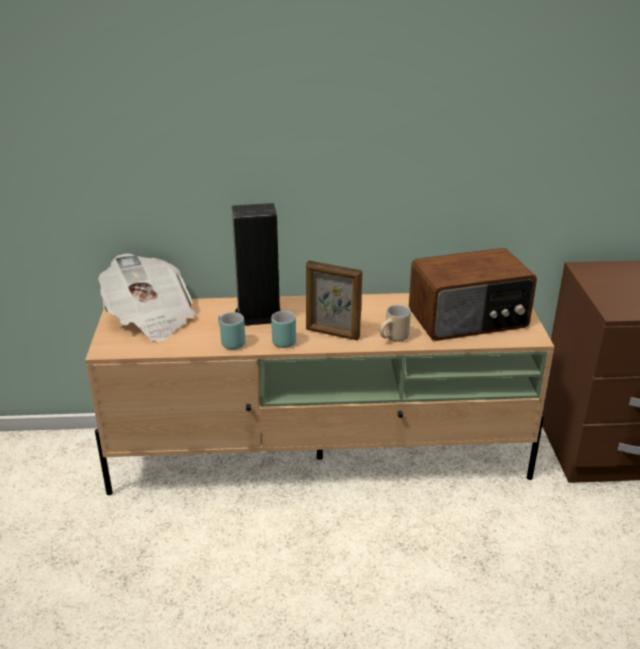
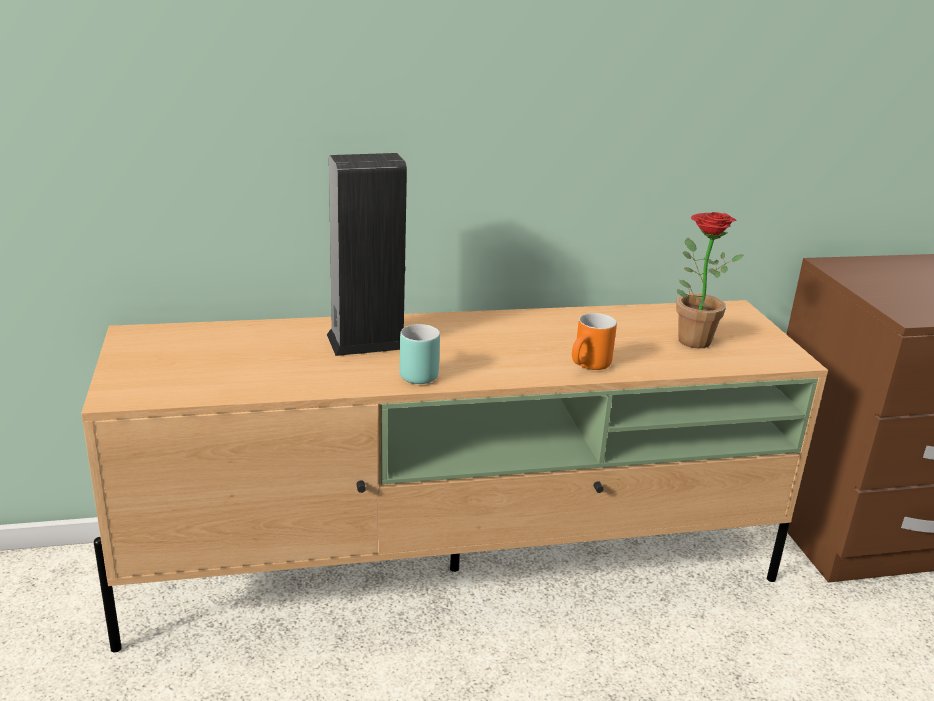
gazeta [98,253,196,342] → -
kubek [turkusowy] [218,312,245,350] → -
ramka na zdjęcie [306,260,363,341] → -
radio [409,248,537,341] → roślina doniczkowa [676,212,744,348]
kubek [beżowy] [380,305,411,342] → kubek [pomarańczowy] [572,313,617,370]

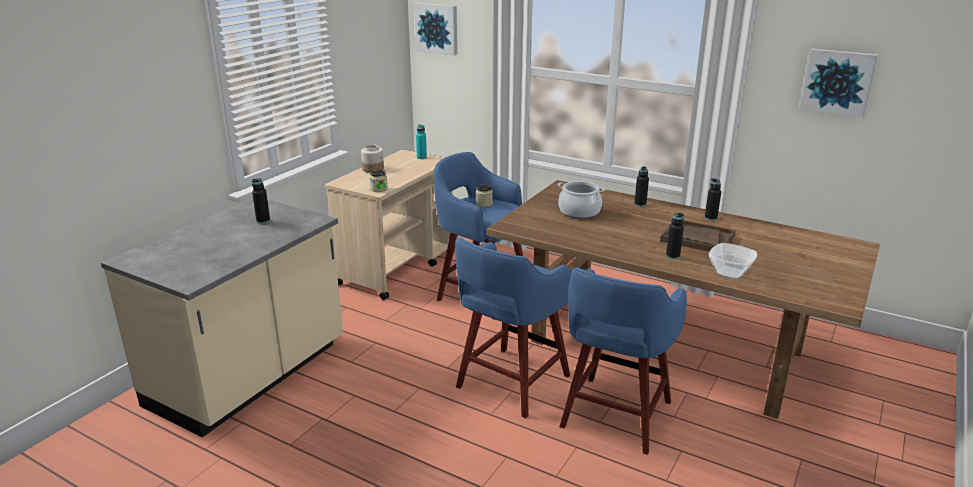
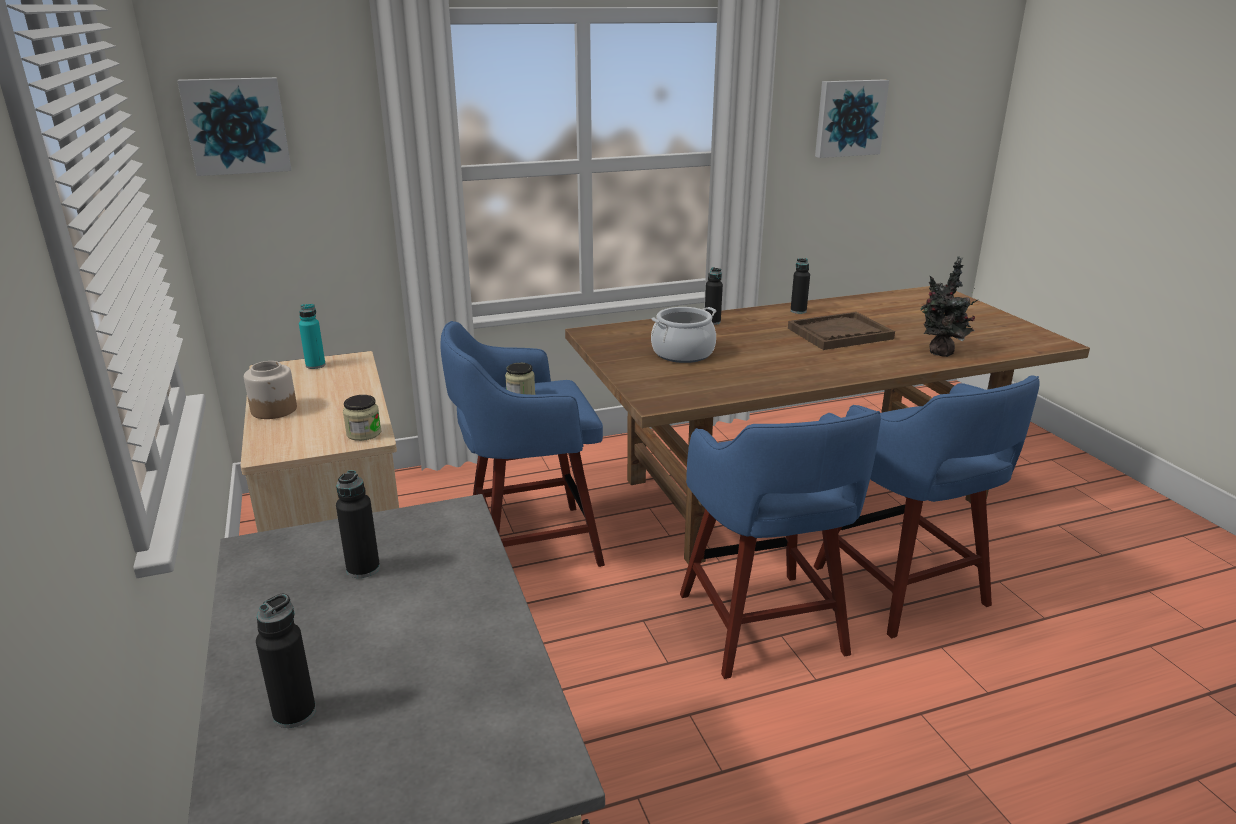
butelka [czarny] [666,213,684,259] → butelka [czarny] [256,594,316,728], move
miska [709,243,757,280] → roślina doniczkowa [920,256,977,357]

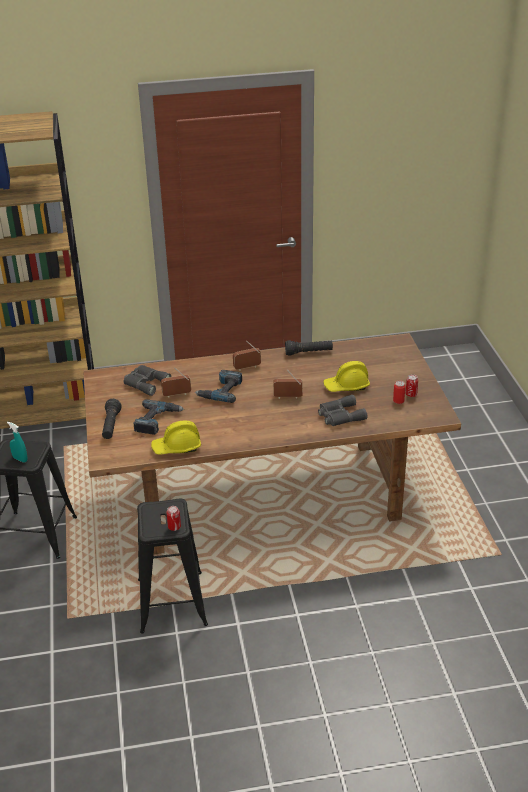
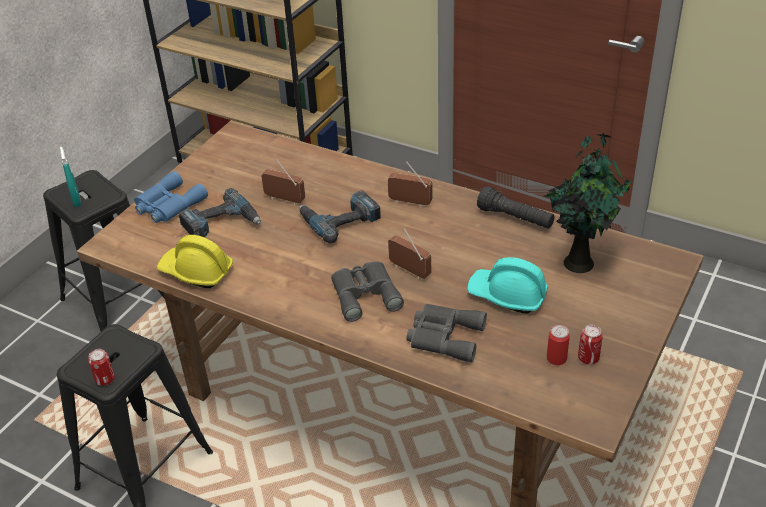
- → roślina doniczkowa [543,133,632,273]
lornetka [szary] [123,365,171,396] → lornetka [szary] [331,262,404,322], move
latarka [czarny] [102,399,122,439] → lornetka [niebieski] [134,171,208,223]
kask [żółty] [323,361,370,392] → kask [turkusowy] [467,257,548,314]

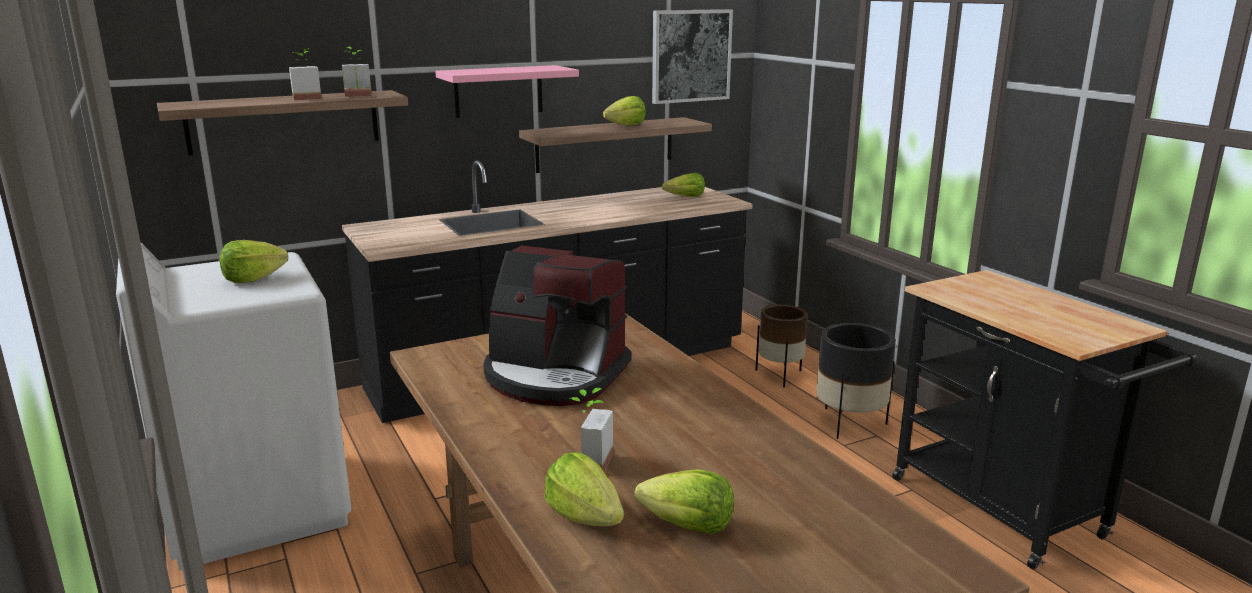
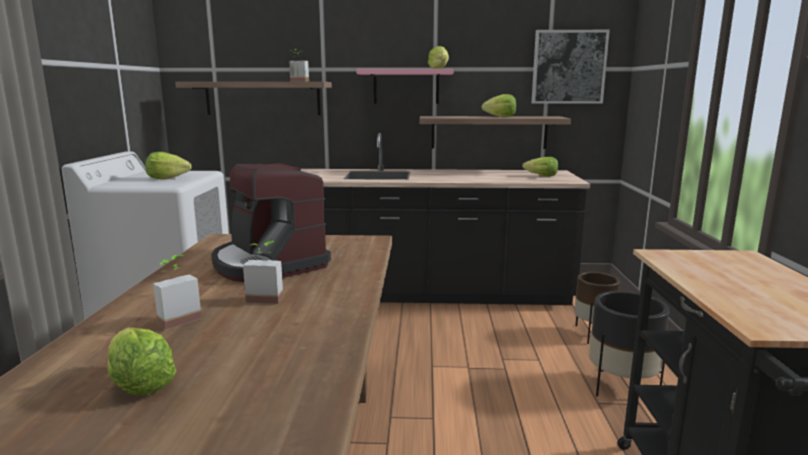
roślina doniczkowa [289,48,322,101] → roślina doniczkowa [243,241,283,304], move
sałata [544,452,624,526] → sałata [428,46,449,69], move

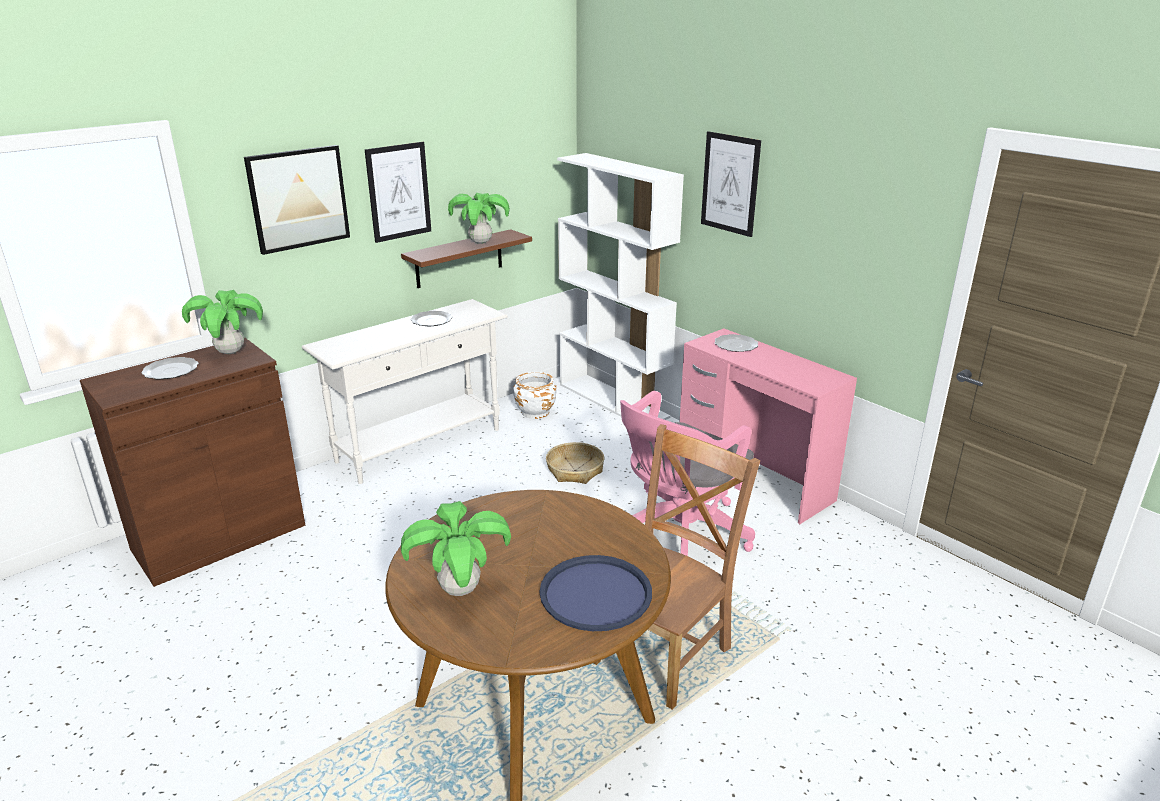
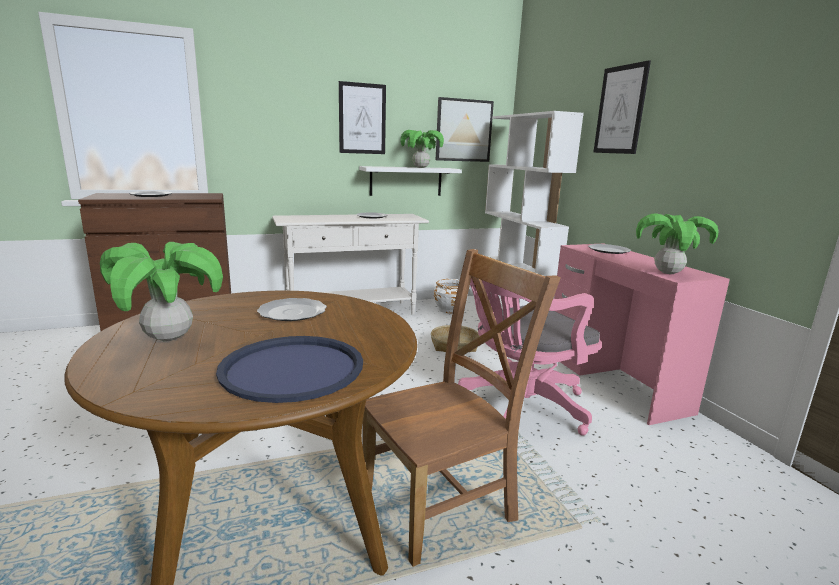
- → talerz [257,298,327,321]
roślina doniczkowa [182,290,263,354] → roślina doniczkowa [636,214,719,274], move
obraz [244,145,350,255] → obraz [436,97,494,162], move
półka [brązowy] [401,229,532,288] → półka [biały] [359,166,462,196]

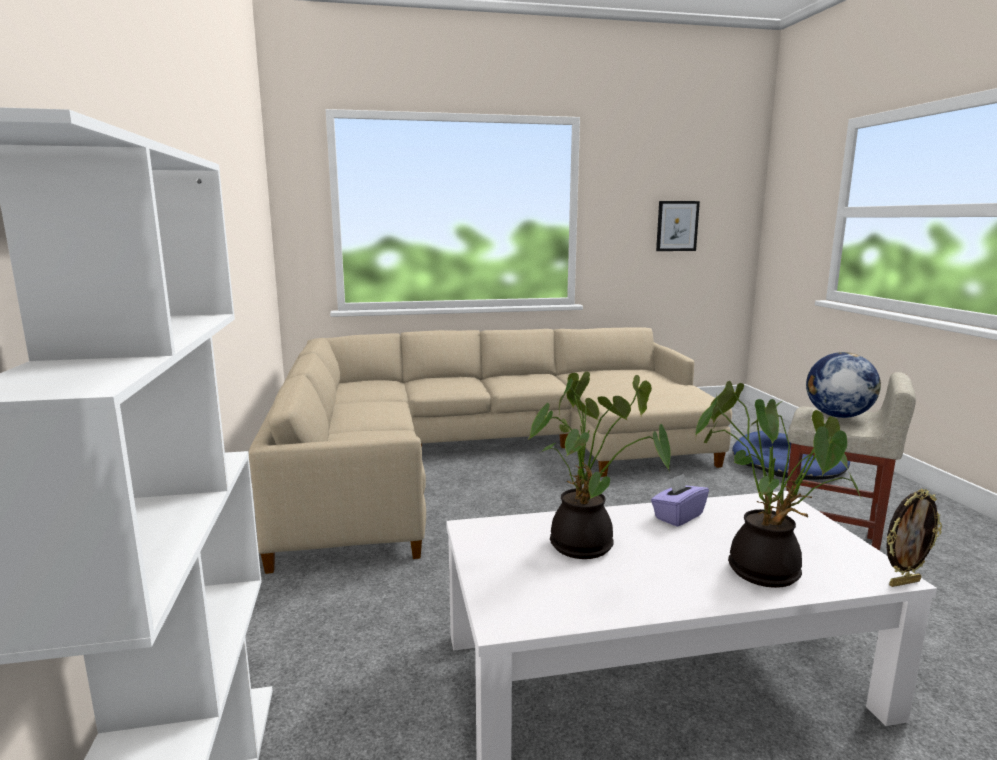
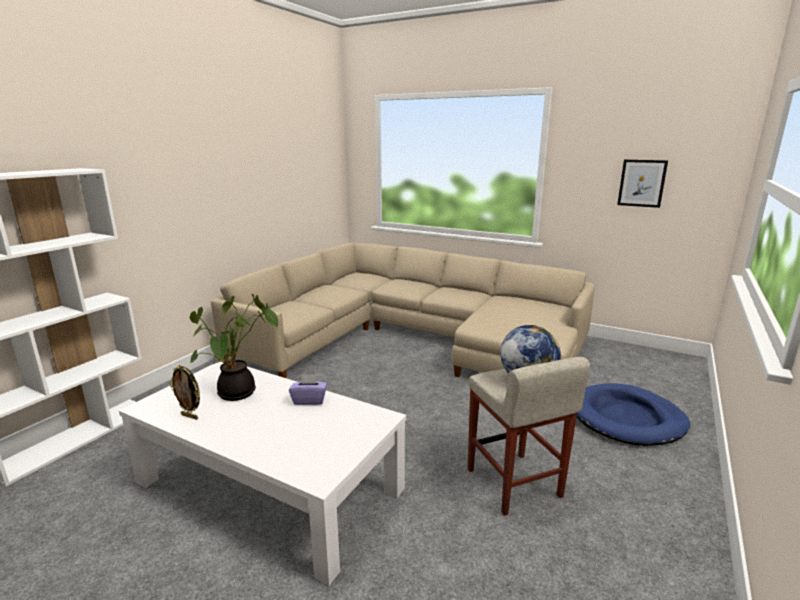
roślina doniczkowa [696,381,861,588] → -
ramka na zdjęcie [887,489,942,587] → ramka na zdjęcie [170,365,200,420], move

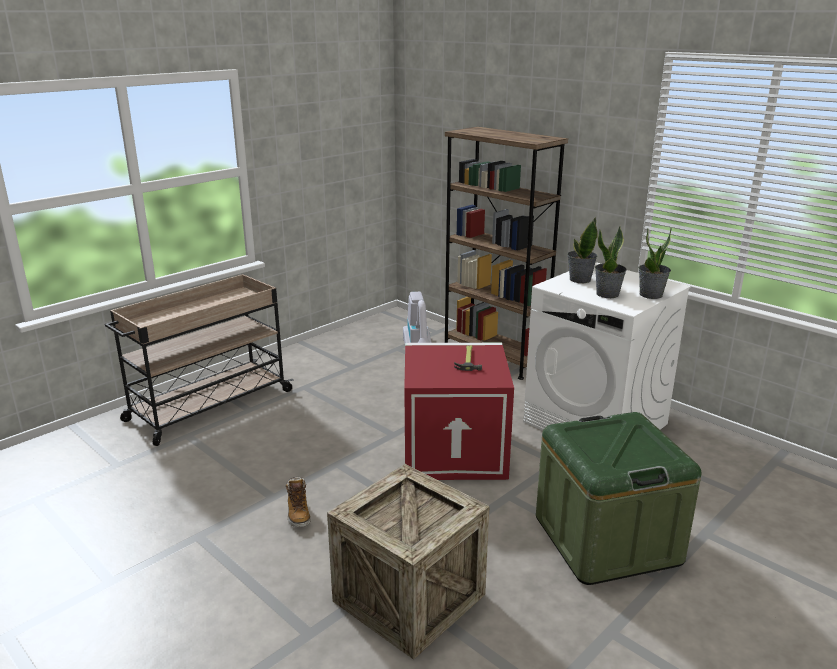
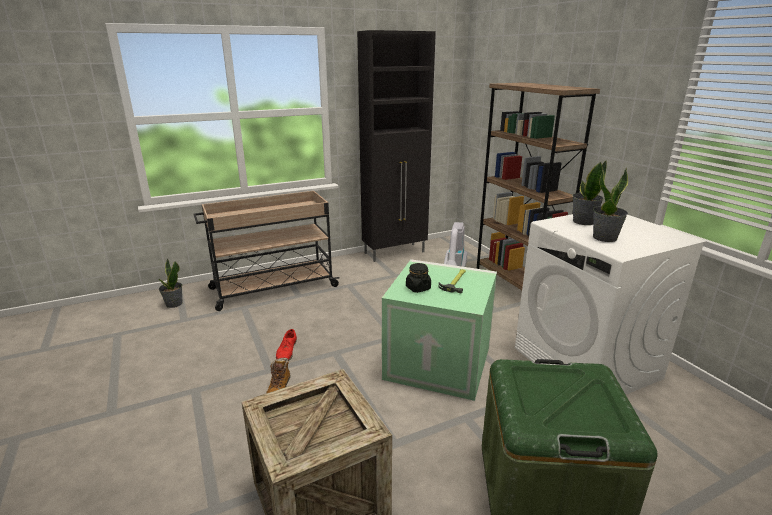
- → but [czerwony] [276,329,297,361]
- → szafka [czarny] [357,30,436,262]
- → słoik [czarny] [406,263,431,293]
roślina doniczkowa [639,228,672,299] → roślina doniczkowa [159,258,183,308], move
pojemnik do przechowywania [czerwony] [404,343,514,480] → pojemnik do przechowywania [zielony] [382,259,497,401]

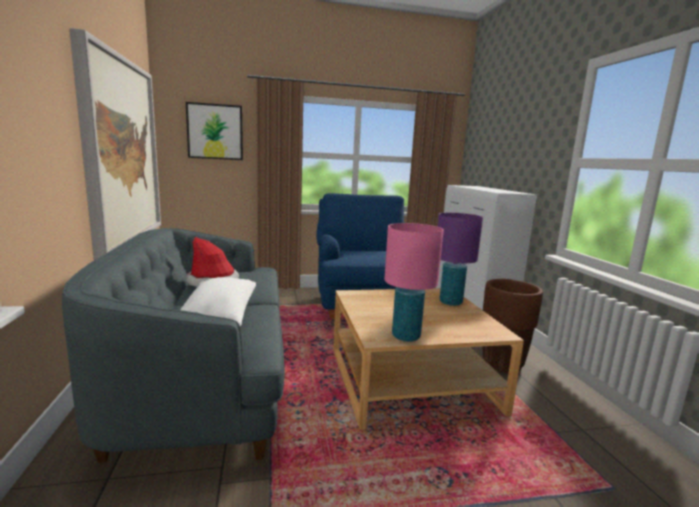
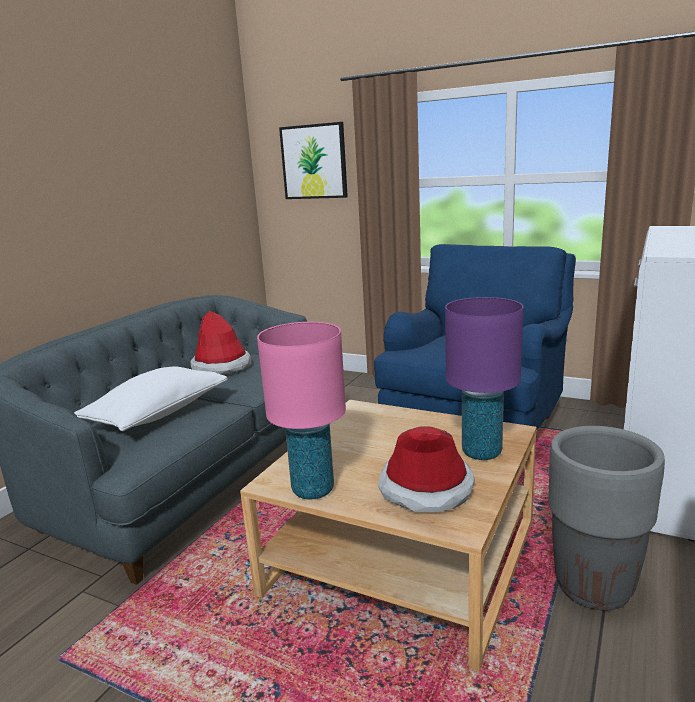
obraz [69,28,161,260] → -
- → kapelusz [378,426,475,512]
donica [brązowy] [483,279,543,373] → donica [szary] [548,426,665,610]

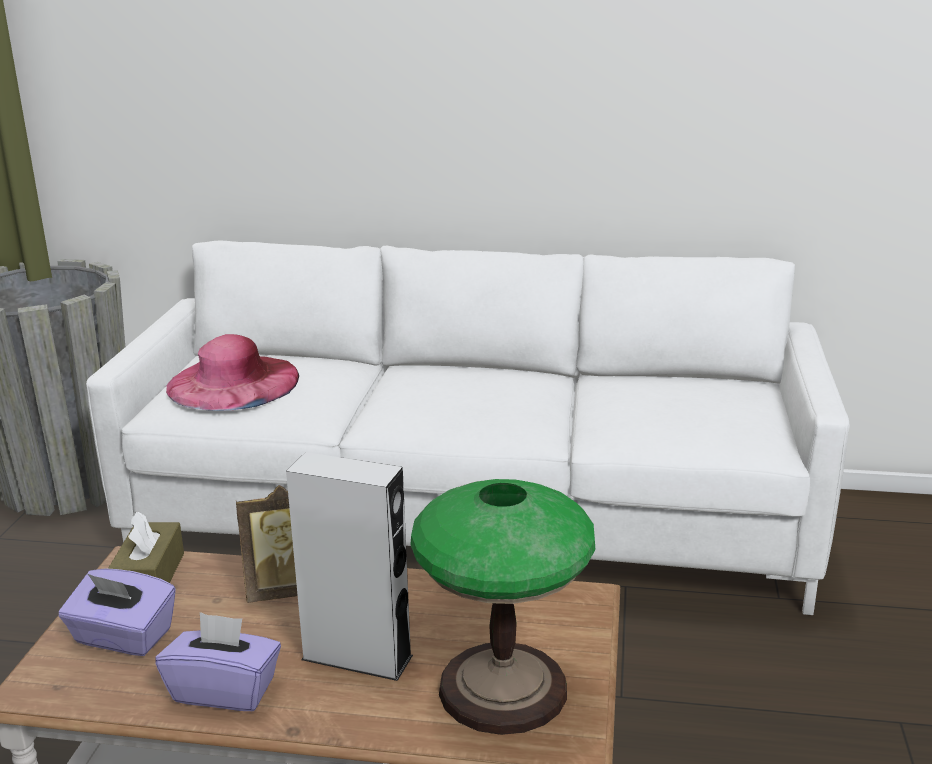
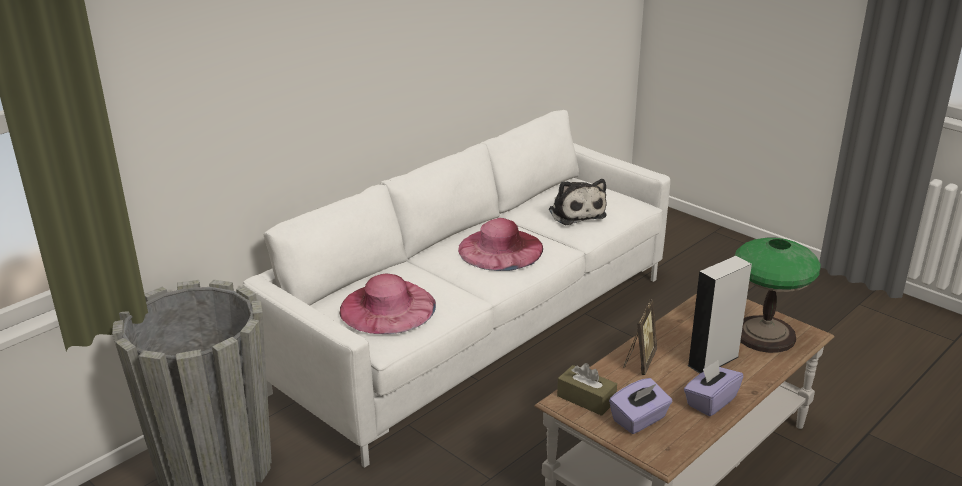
- → kapelusz [różowy] [458,218,543,271]
- → pluszak [549,179,607,225]

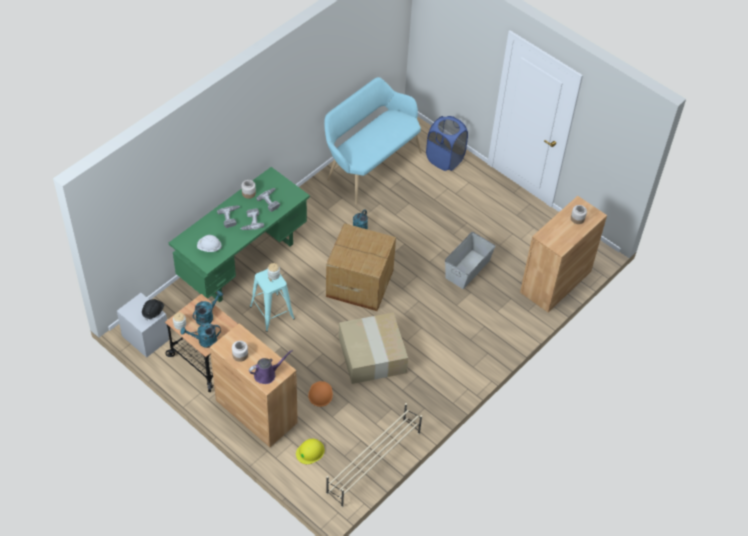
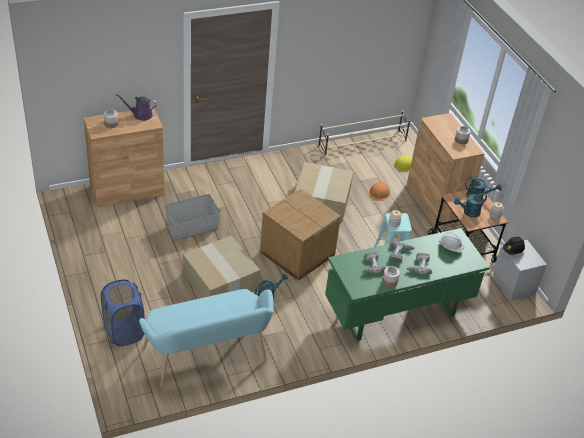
- → karton [183,235,260,298]
konewka [fioletowy] [249,350,293,384] → konewka [fioletowy] [116,94,157,121], move

